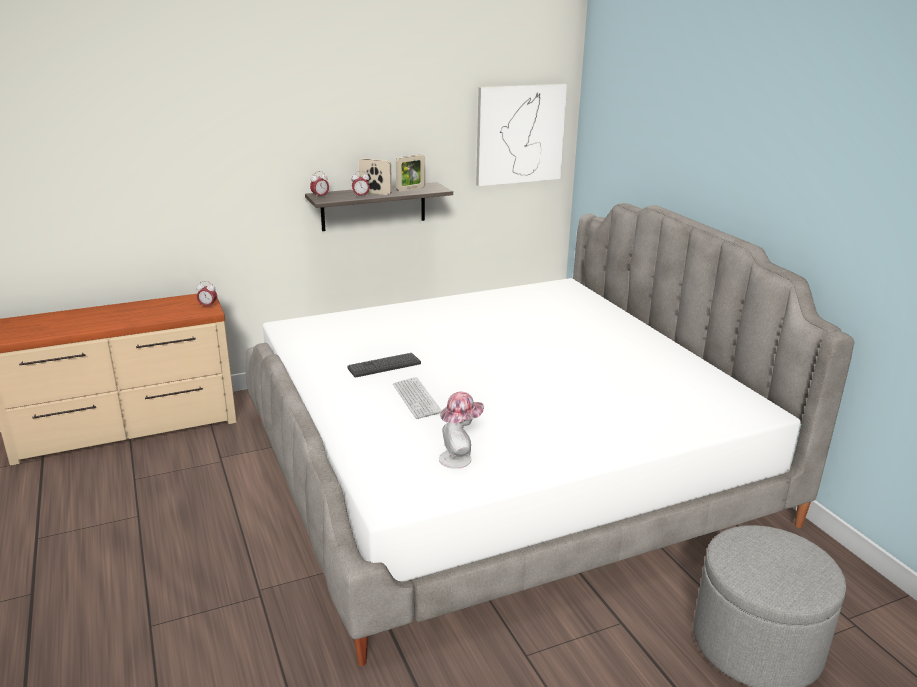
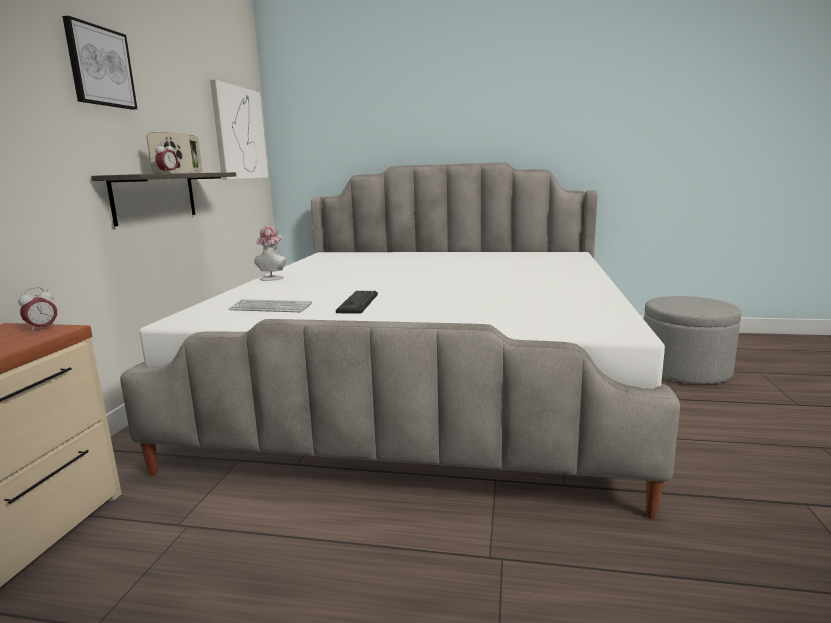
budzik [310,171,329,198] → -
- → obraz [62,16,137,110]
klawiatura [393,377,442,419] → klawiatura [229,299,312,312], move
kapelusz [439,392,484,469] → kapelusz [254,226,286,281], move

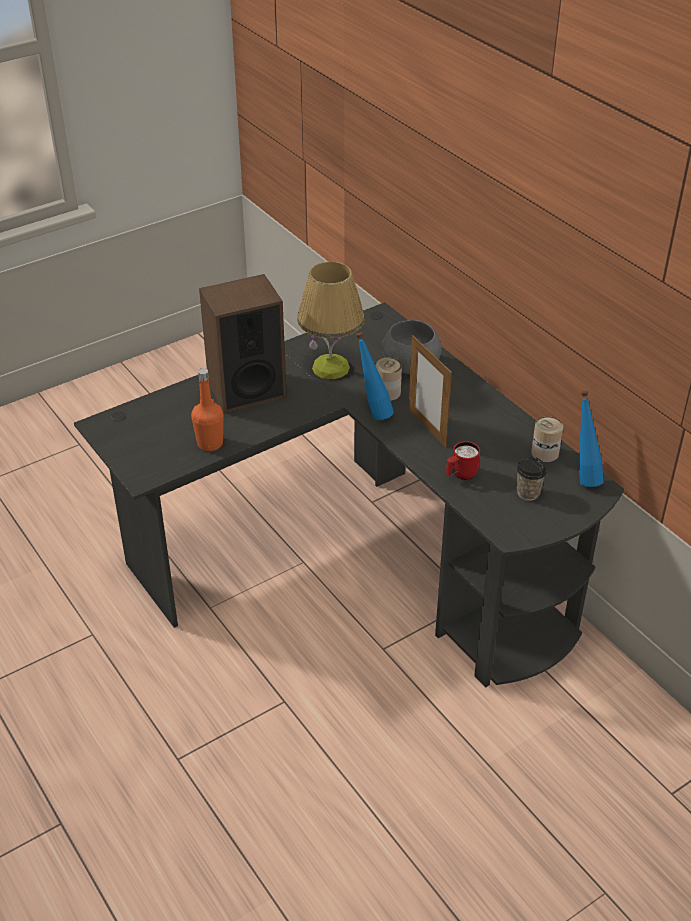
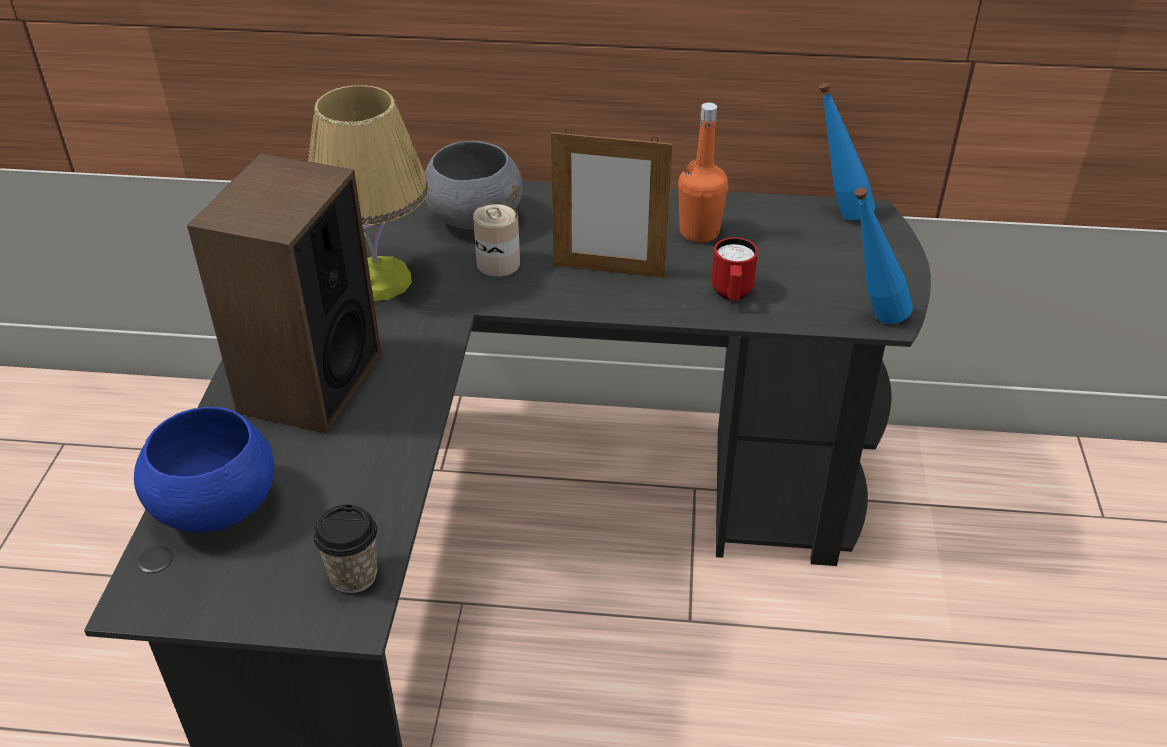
puszka [531,416,563,462] → -
- → miska [niebieski] [134,407,274,533]
butelka [pomarańczowy] [191,368,223,451] → butelka [pomarańczowy] [678,103,728,242], move
butelka [niebieski] [356,332,394,420] → butelka [niebieski] [854,187,913,324], move
filiżanka [516,457,547,501] → filiżanka [313,505,377,593], move

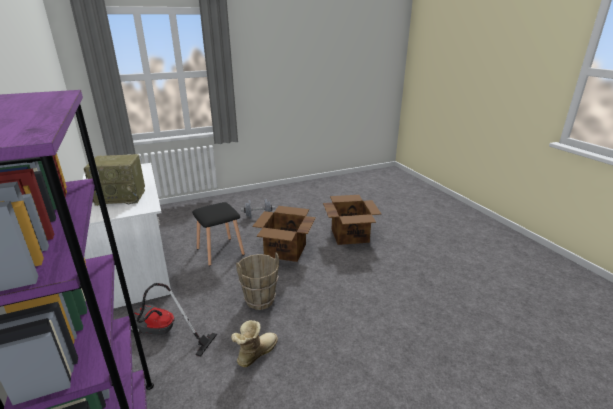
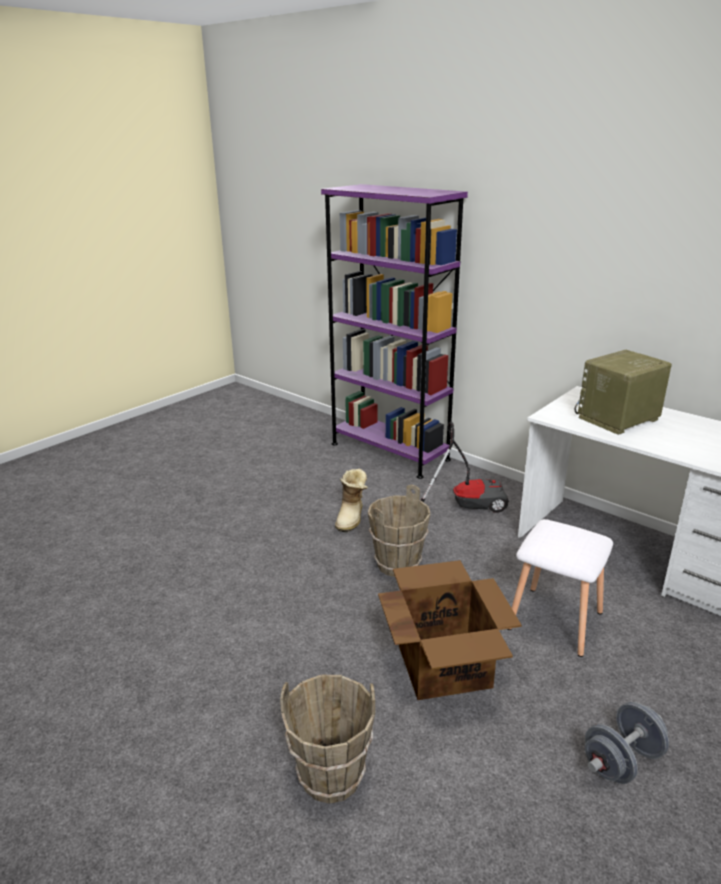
karton [323,195,381,245] → wiadro [brązowy] [280,675,375,804]
stołek [czarny] [192,202,245,266] → stołek [biały] [508,519,613,657]

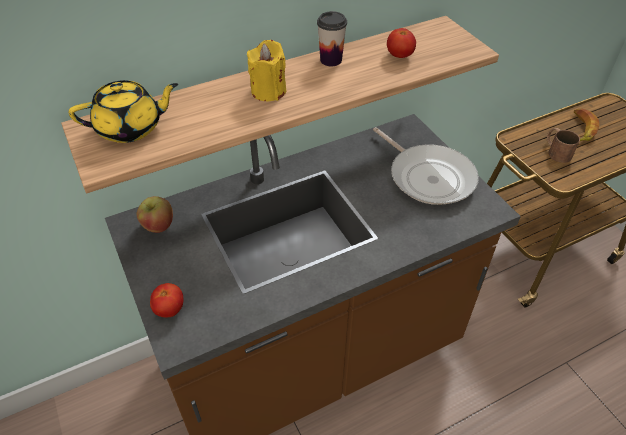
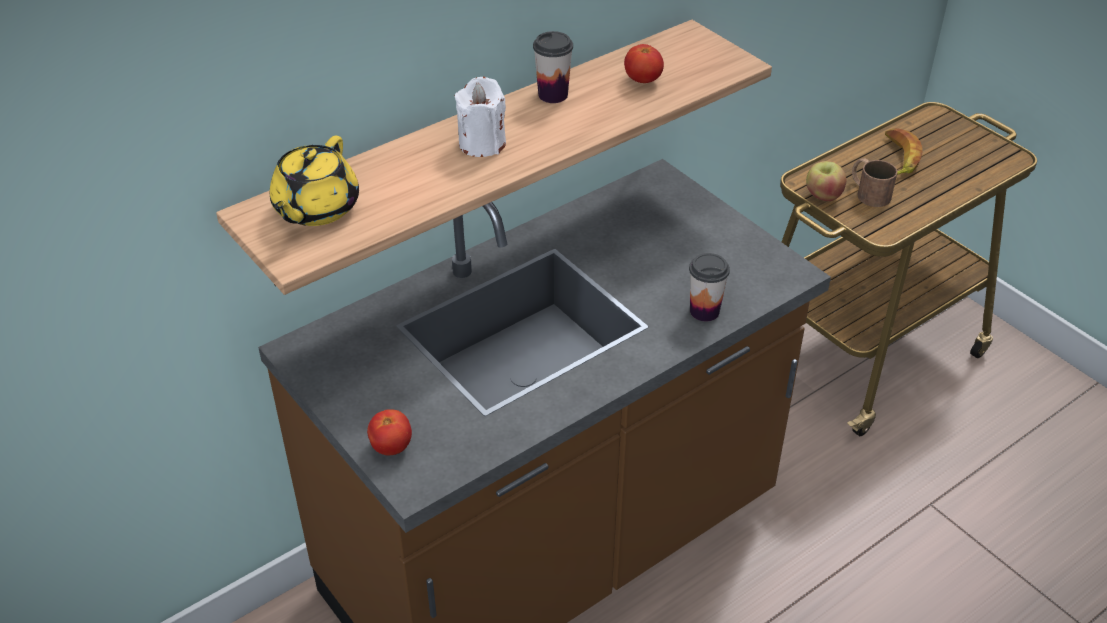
patelnia [373,127,479,205] → -
- → filiżanka [689,253,730,322]
jabłko [137,196,173,233] → jabłko [806,161,846,201], move
świeca [żółty] [247,40,286,101] → świeca [biały] [454,77,506,157]
imbryk [żółty] [69,80,178,143] → imbryk [żółty] [270,136,359,226], 135 degrees clockwise

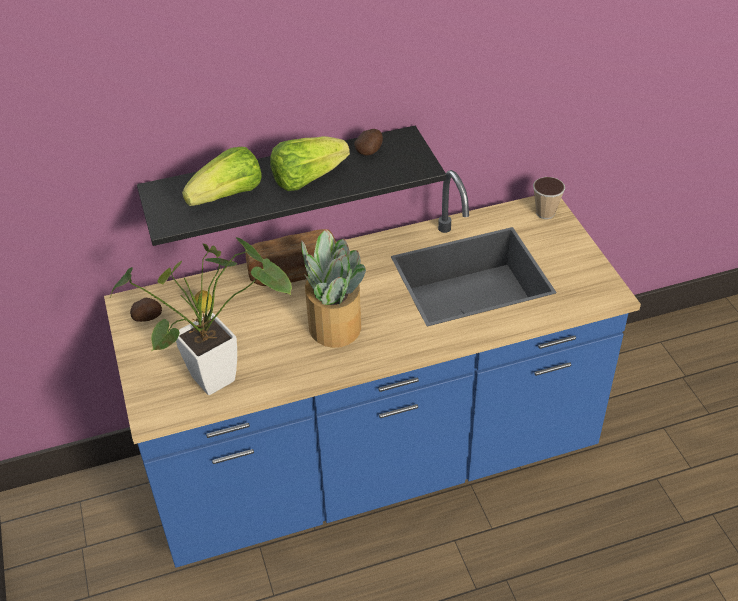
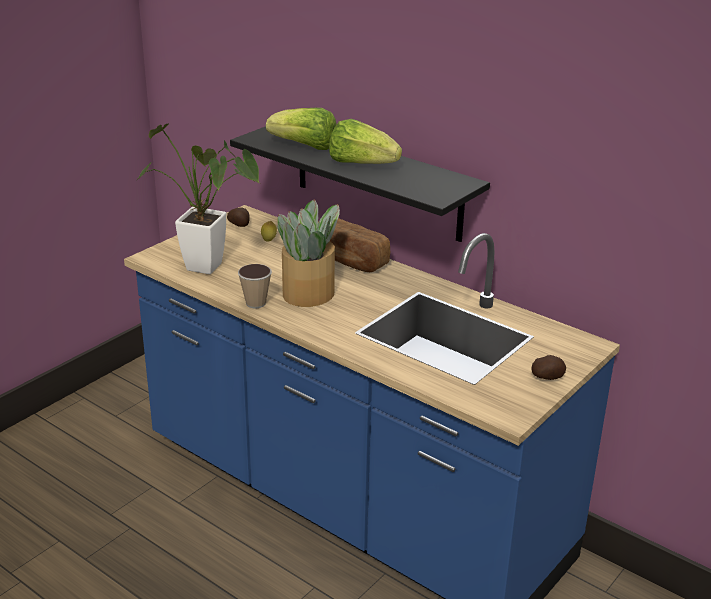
ziemniak [354,129,383,156] → ziemniak [531,355,566,380], move
filiżanka [533,177,565,219] → filiżanka [238,264,272,309], move

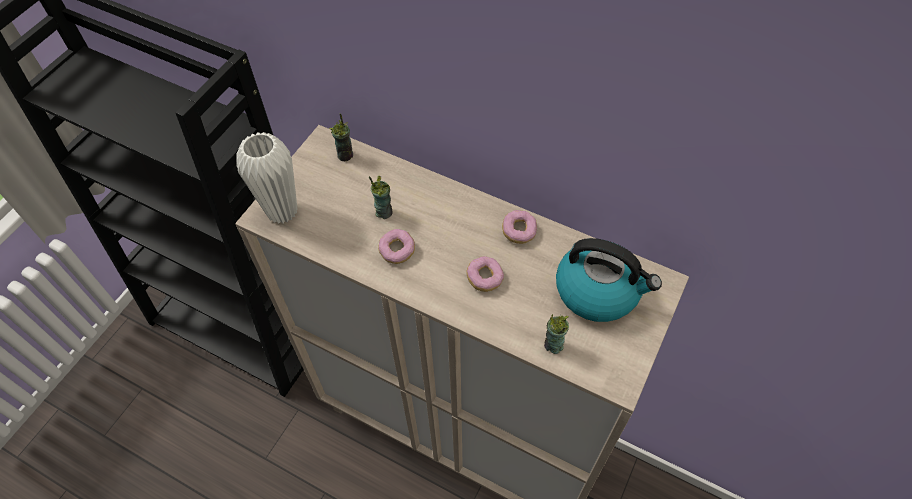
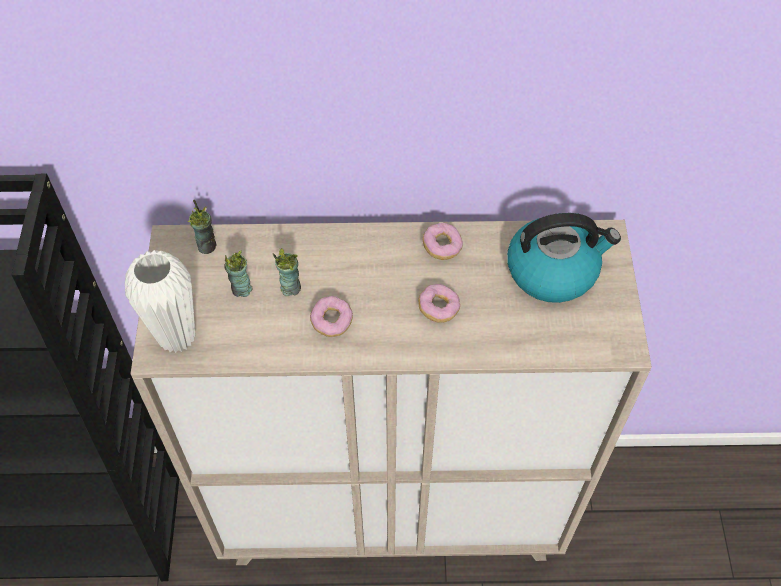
filiżanka [544,314,569,354] → filiżanka [224,250,253,297], move

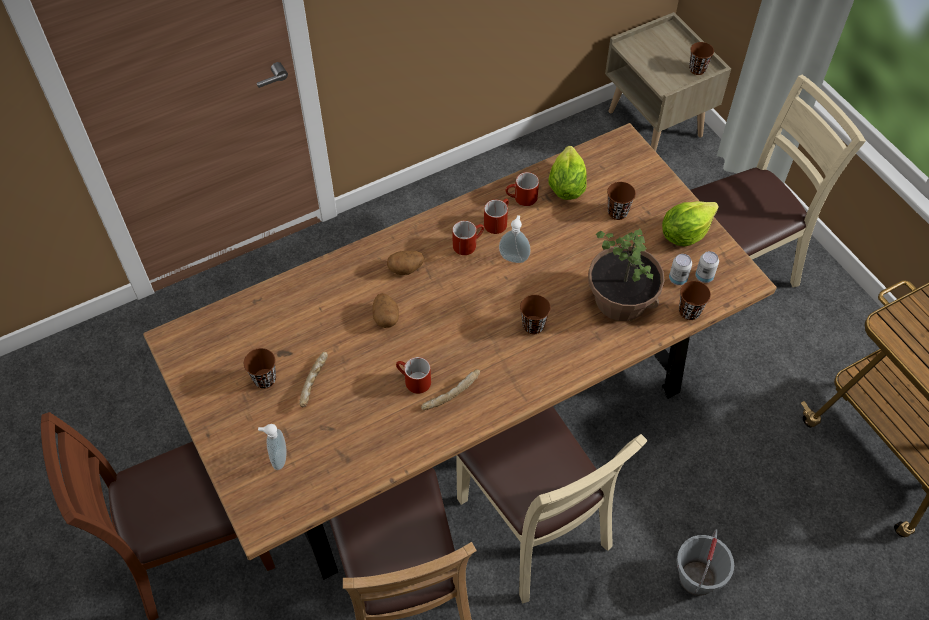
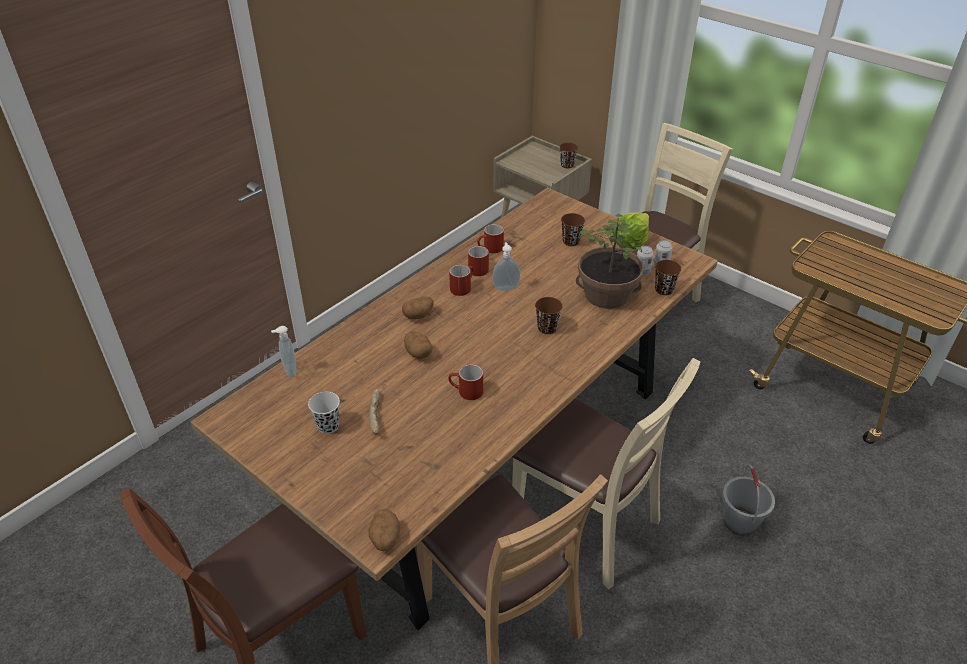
chleb [421,369,480,410] → -
sałata [548,146,587,200] → -
- → ziemniak [369,509,400,551]
dozownik mydła [258,424,287,470] → dozownik mydła [271,326,296,377], move
filiżanka [brązowy] [244,348,276,389] → filiżanka [biały] [308,392,340,434]

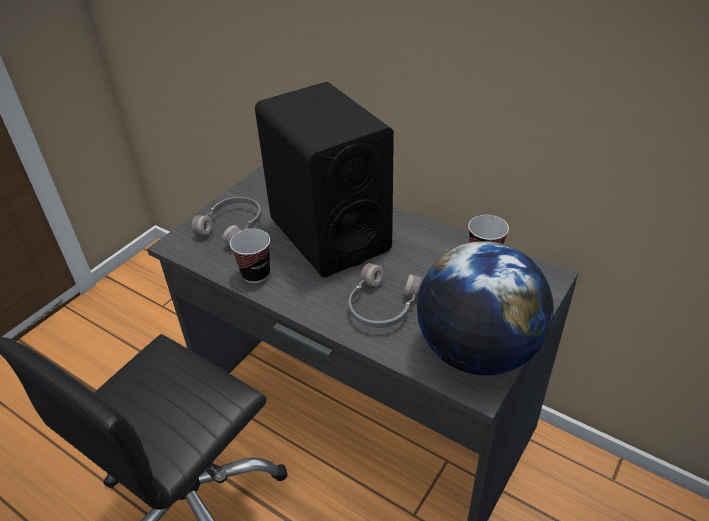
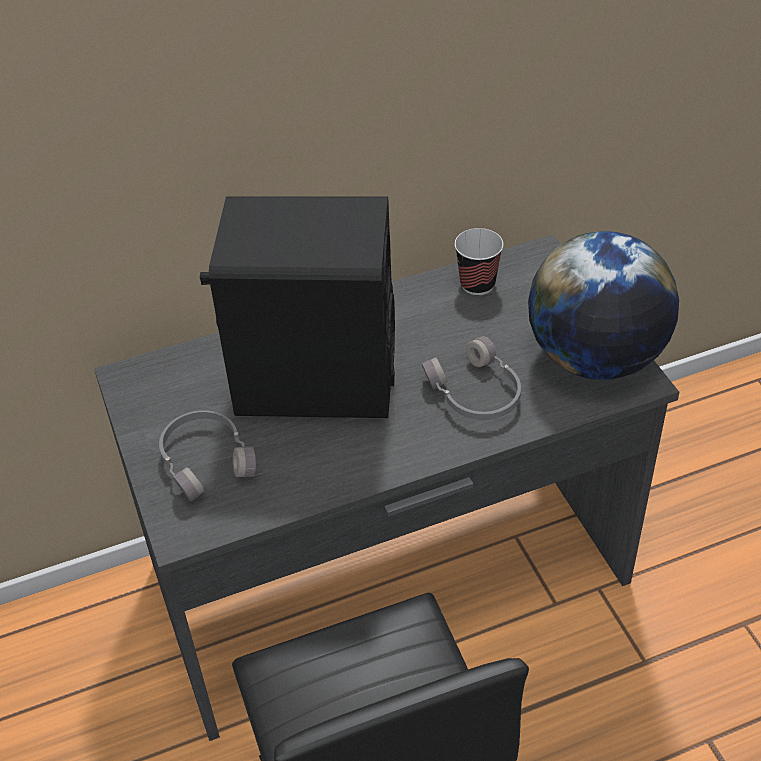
filiżanka [230,229,270,283] → -

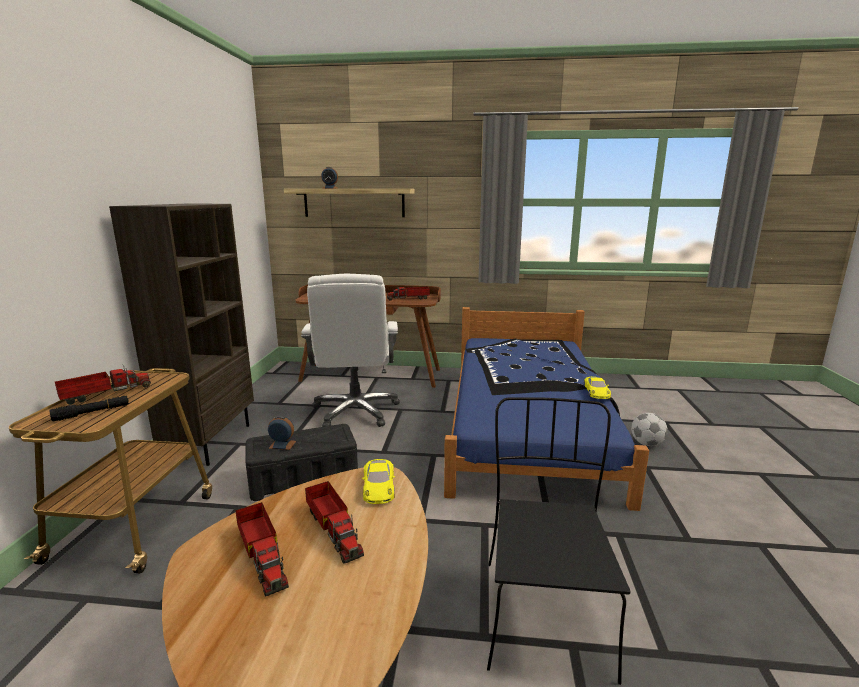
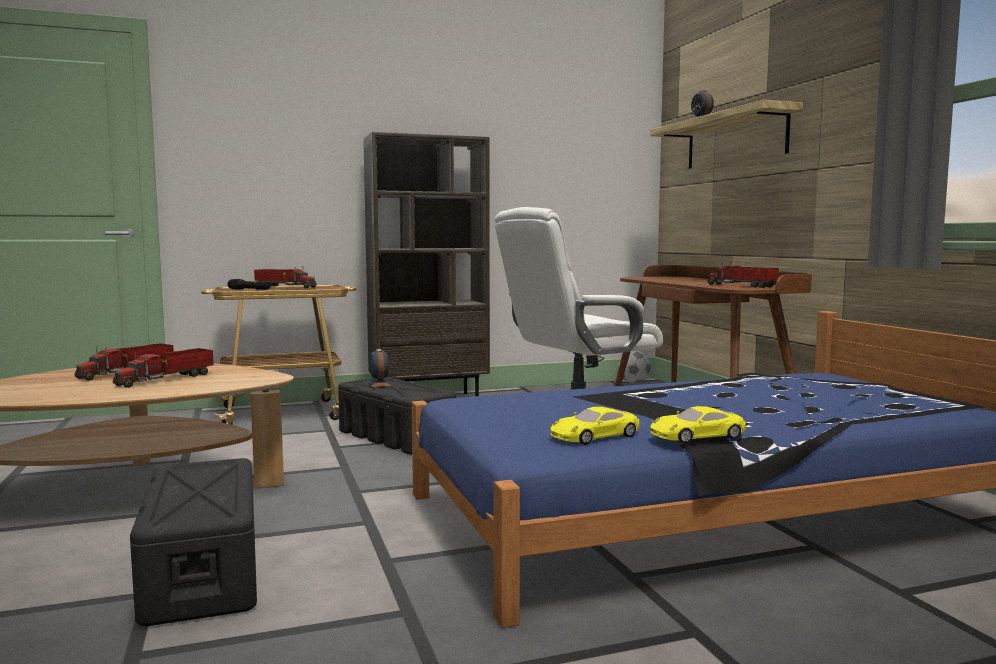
samochodzik [żółty] [362,459,395,504] → samochodzik [żółty] [550,407,639,445], move
piłka futbolowa [631,413,668,446] → piłka futbolowa [618,351,651,384], move
krzesło [czarny] [487,397,630,685] → pojemnik do przechowywania [czarny] [130,458,257,626]

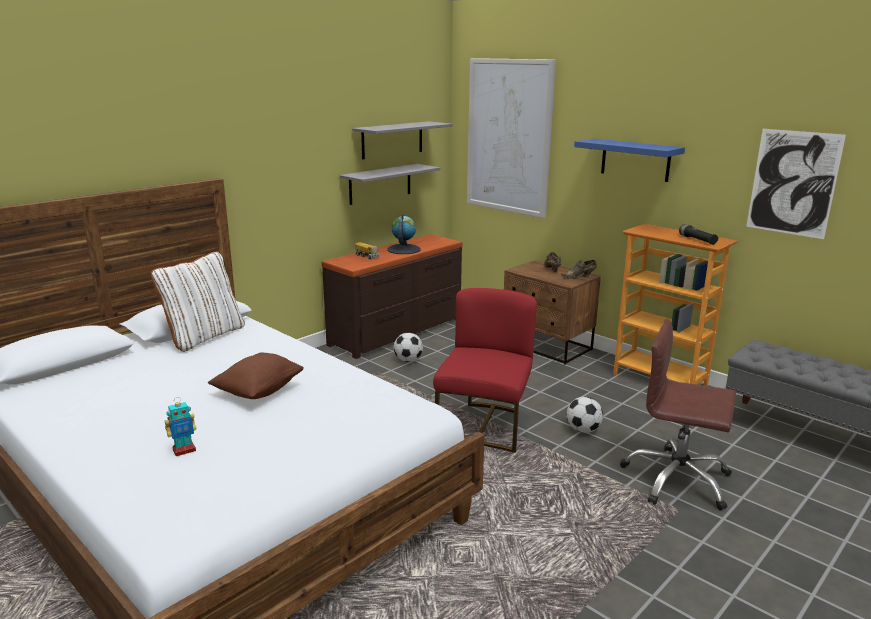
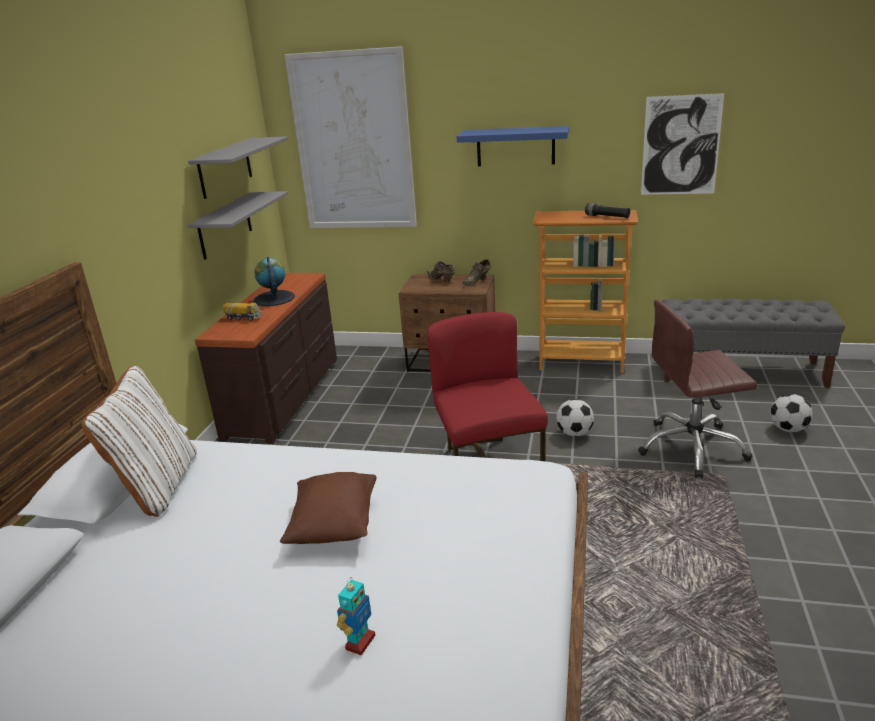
piłka futbolowa [394,333,423,362] → piłka futbolowa [770,394,813,432], move

